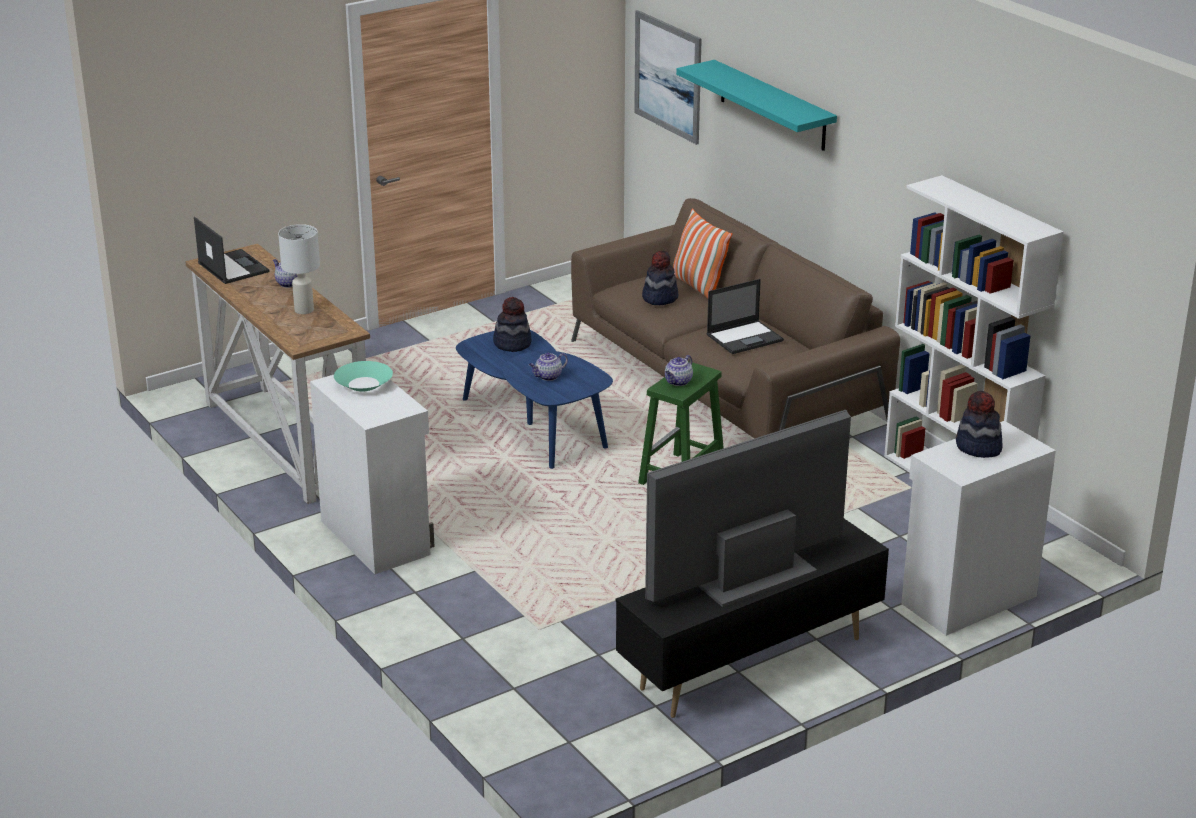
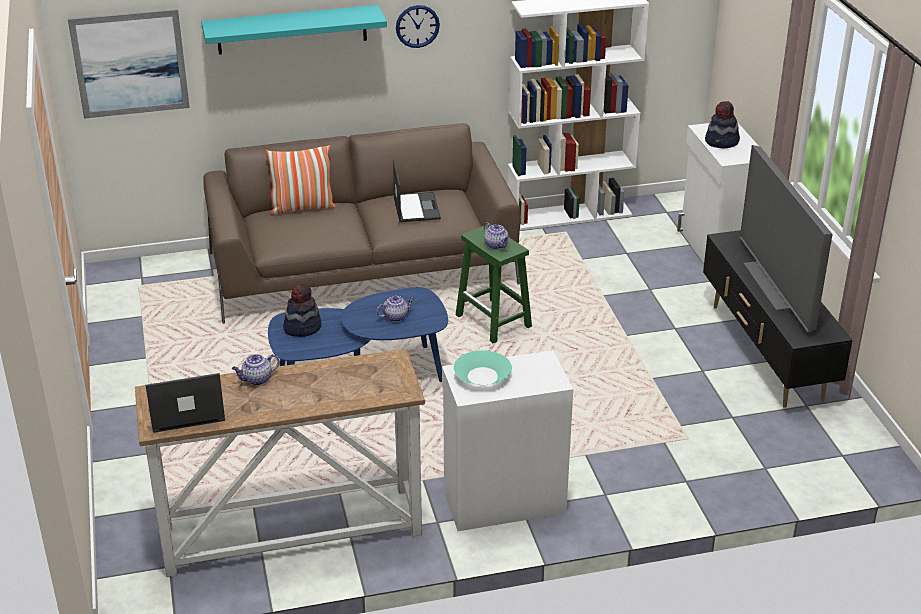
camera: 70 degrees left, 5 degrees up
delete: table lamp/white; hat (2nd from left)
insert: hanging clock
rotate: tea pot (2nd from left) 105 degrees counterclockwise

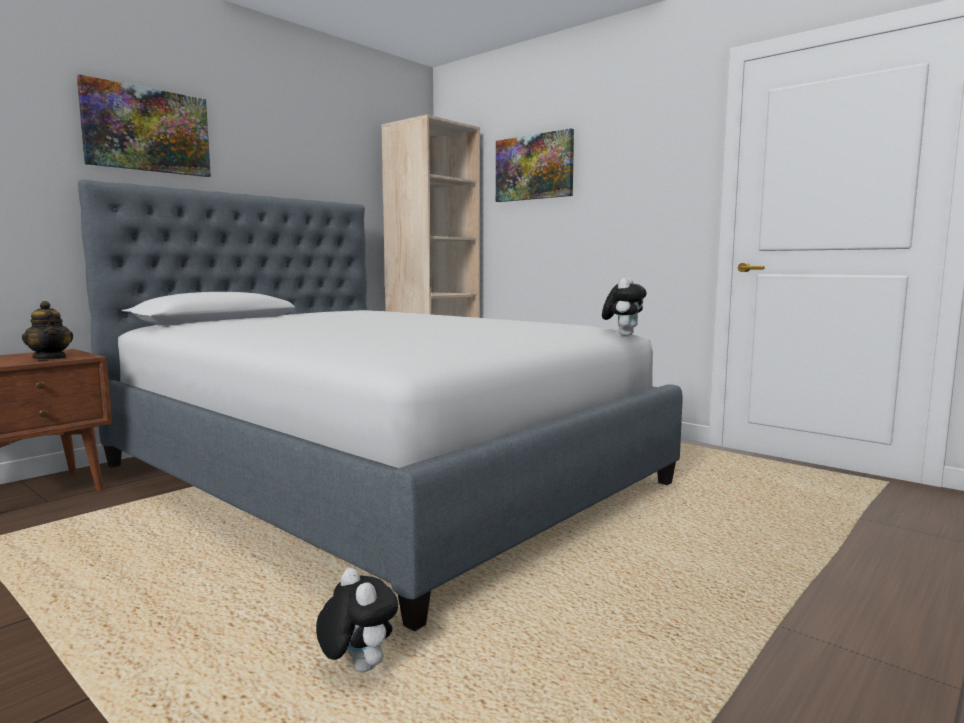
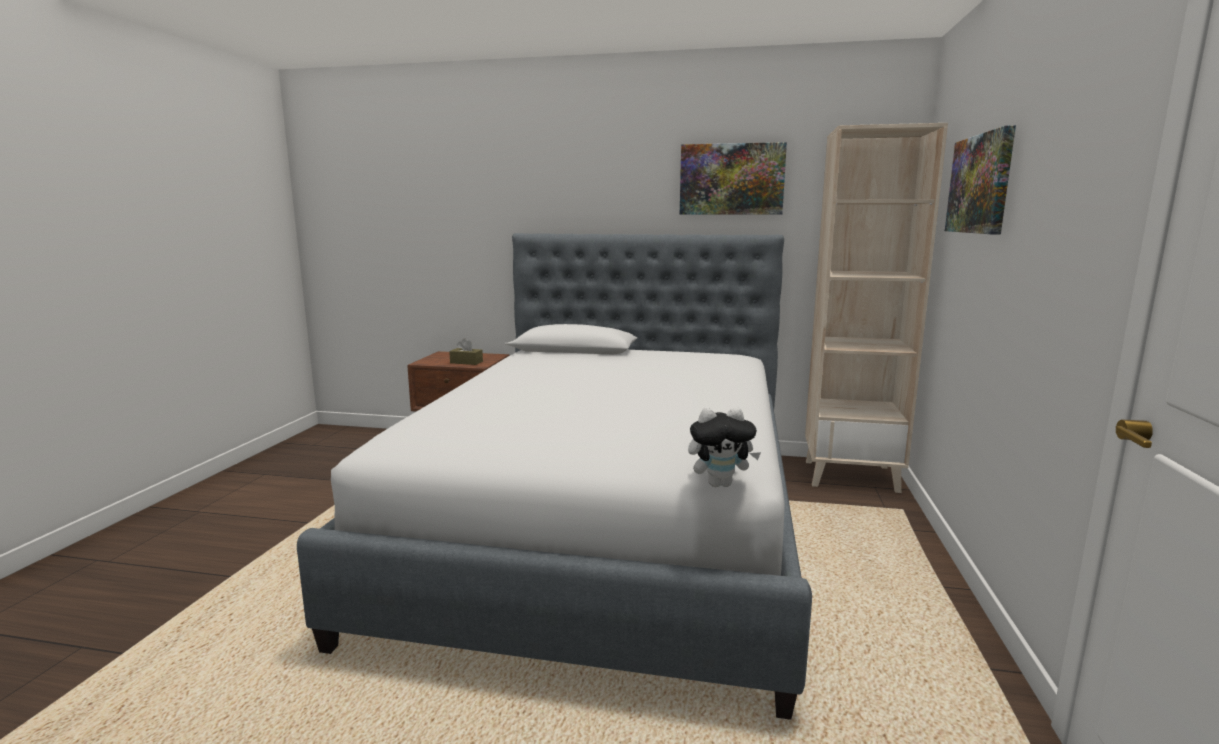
camera: 60 degrees right, 5 degrees up
delete: cuddly toy (1st from left)
move: picture (1st from left)
replace: tea pot to box of tissues/brown-coloured

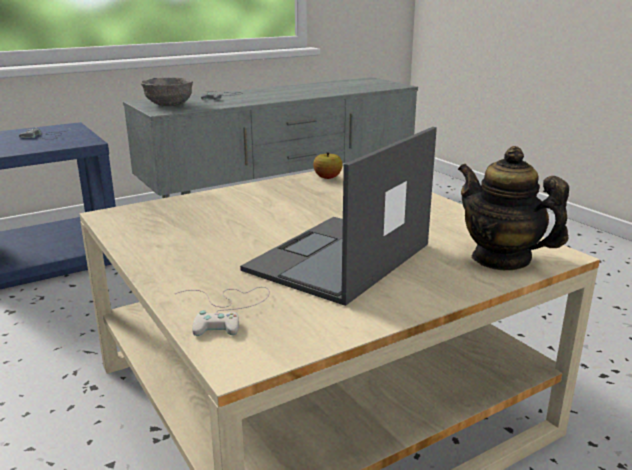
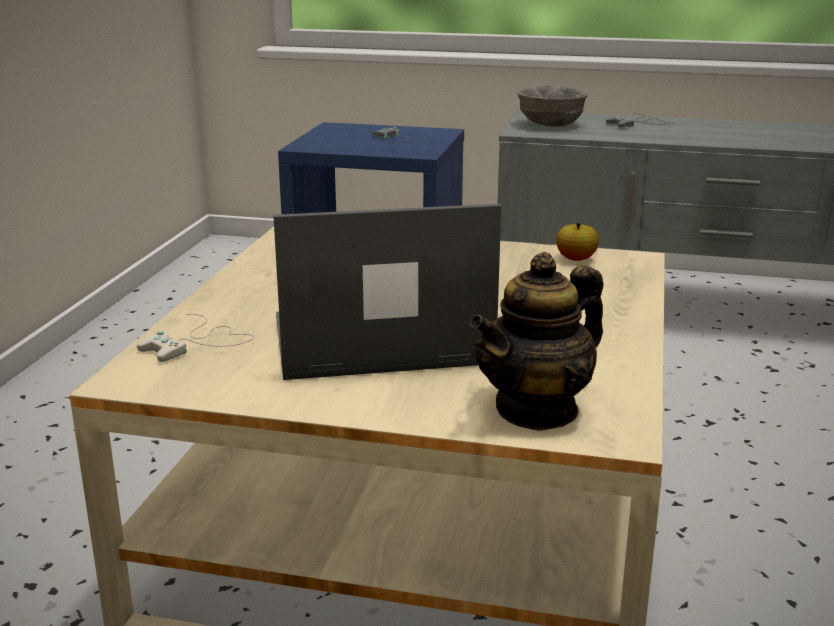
camera: 45 degrees right, 0 degrees up
rotate: tea pot 135 degrees counterclockwise

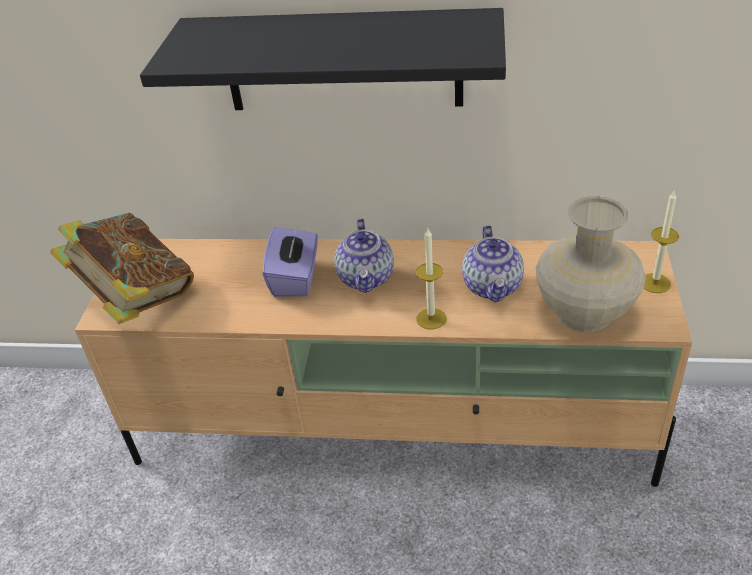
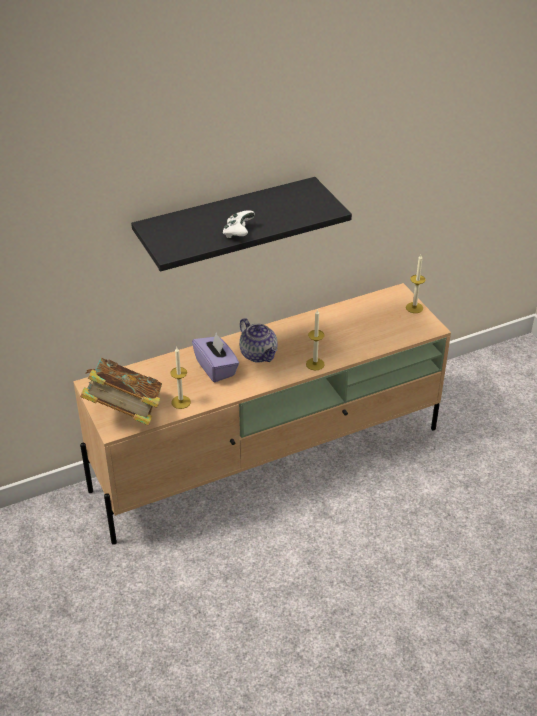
camera: 35 degrees left, 0 degrees up
delete: tea pot (2nd from left); flower vase/sand-coloured
insert: wax light (1st from left); game controller/white

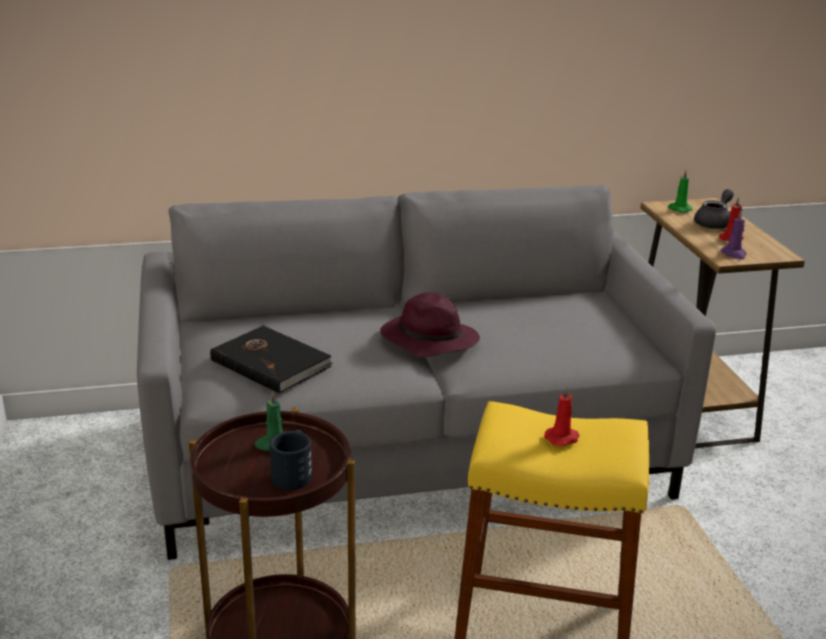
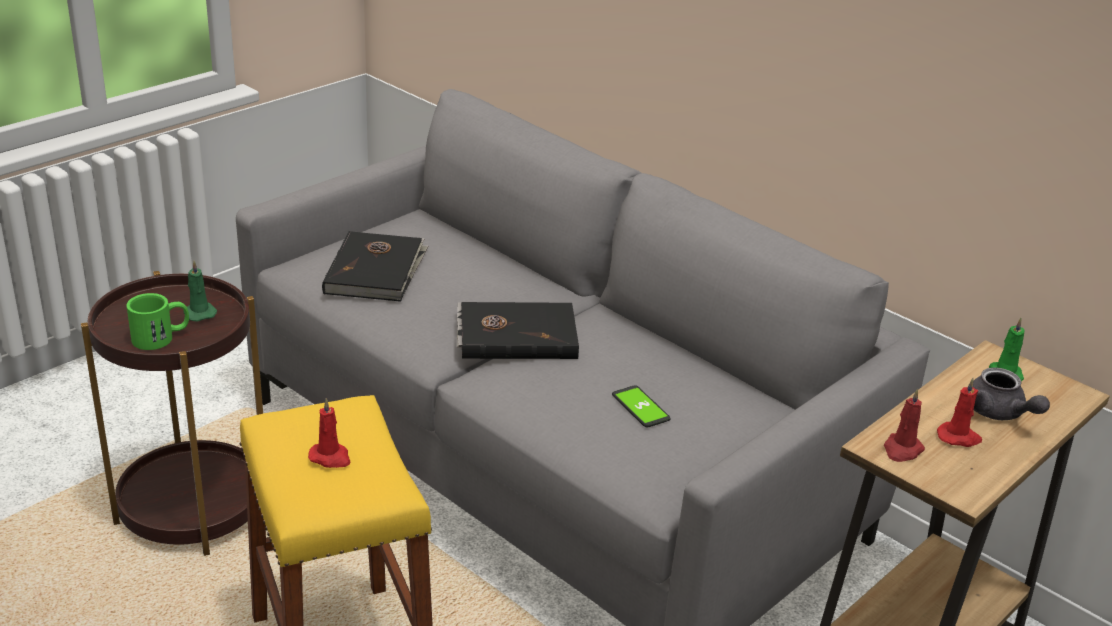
camera: 55 degrees right, 5 degrees up
insert: handset
replace: hat/purplish to bound book/black (2nd from left)
recolor: mug/black to mug/green; wax light/purplish to wax light/red (2nd from left)
rotate: tea pot/grey 60 degrees clockwise

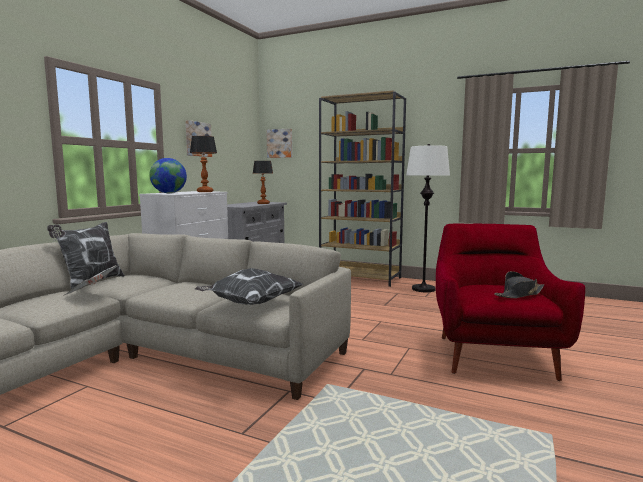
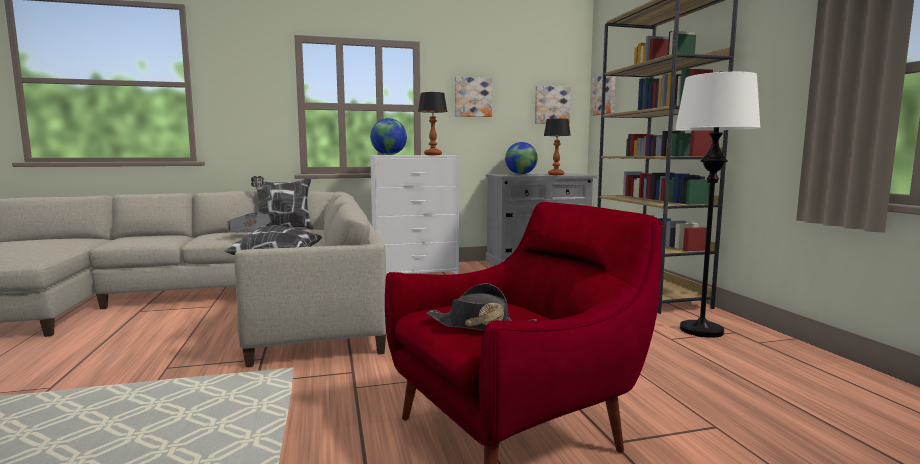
camera: 50 degrees right, 0 degrees up
insert: globe (2nd from left); picture (2nd from left)

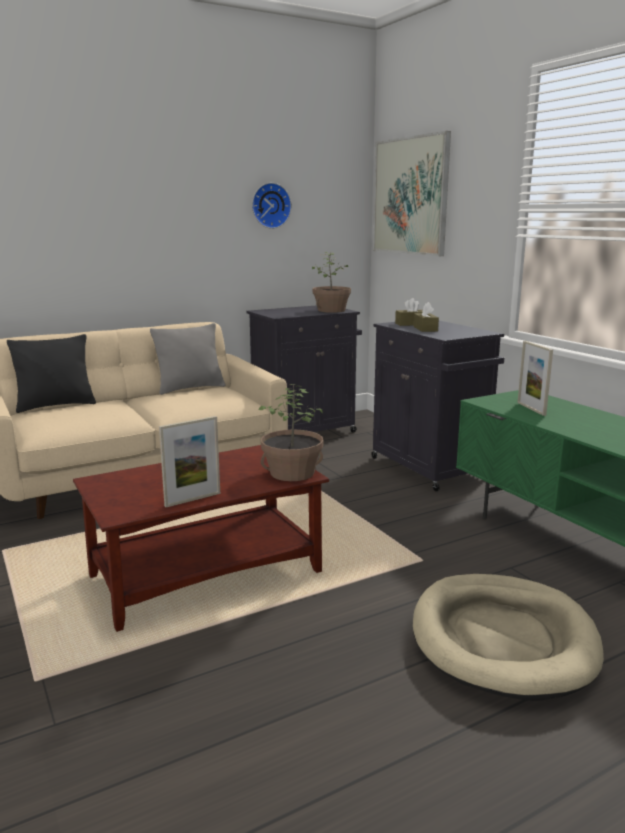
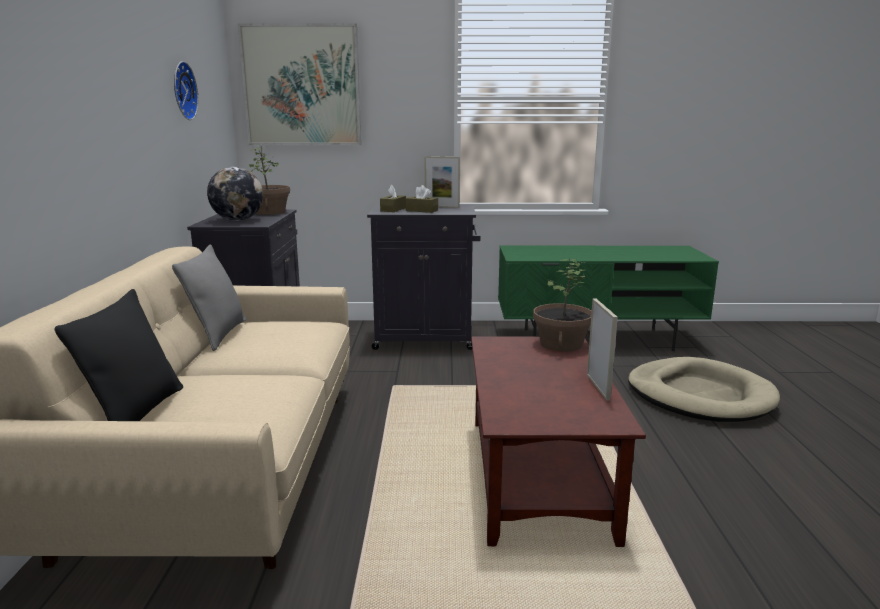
camera: 60 degrees left, 0 degrees up
insert: globe
move: picture frame (2nd from left in the first image) to picture frame (1st from left)

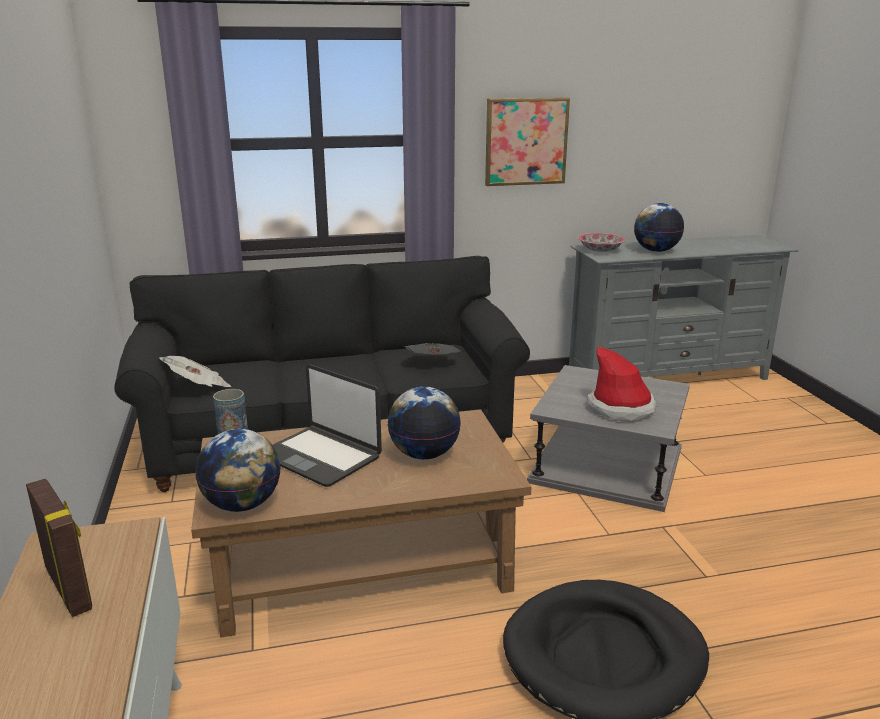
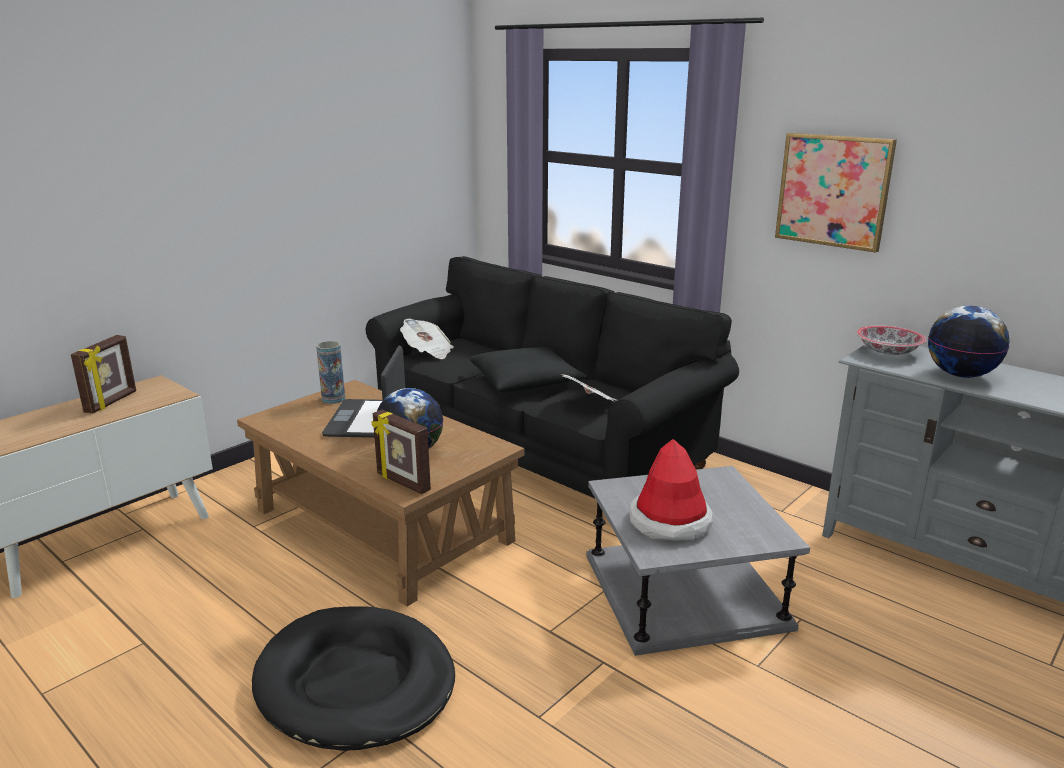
camera: 55 degrees right, 0 degrees up
delete: globe (1st from left)
insert: picture frame (2nd from left); cushion/black

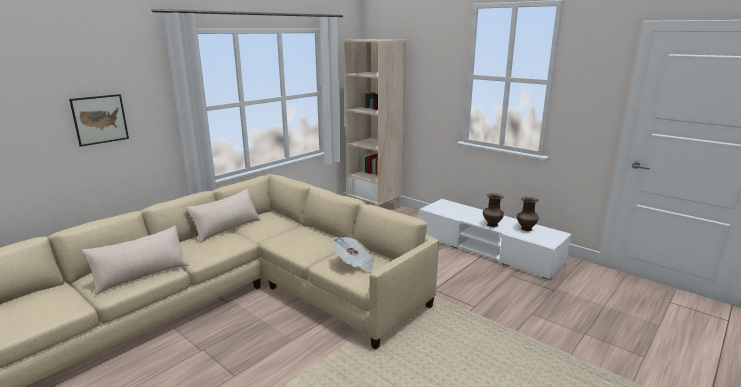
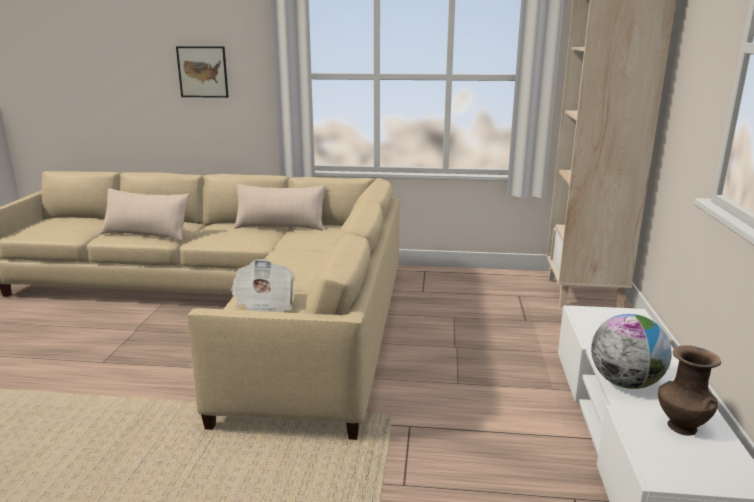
camera: 55 degrees right, 0 degrees up
replace: flower vase/brown-coloured (1st from left) to globe

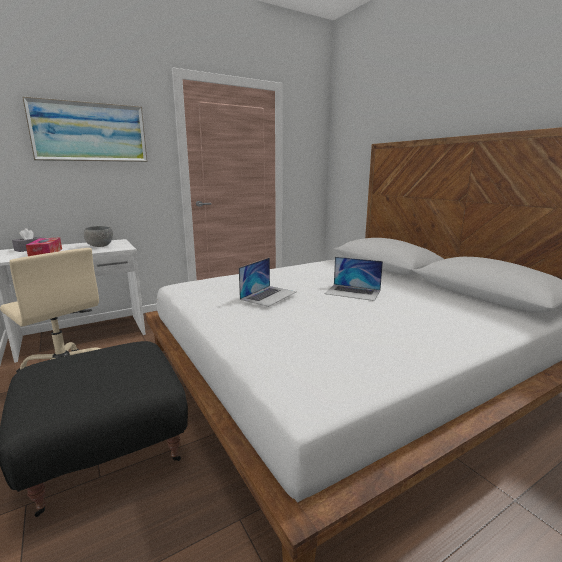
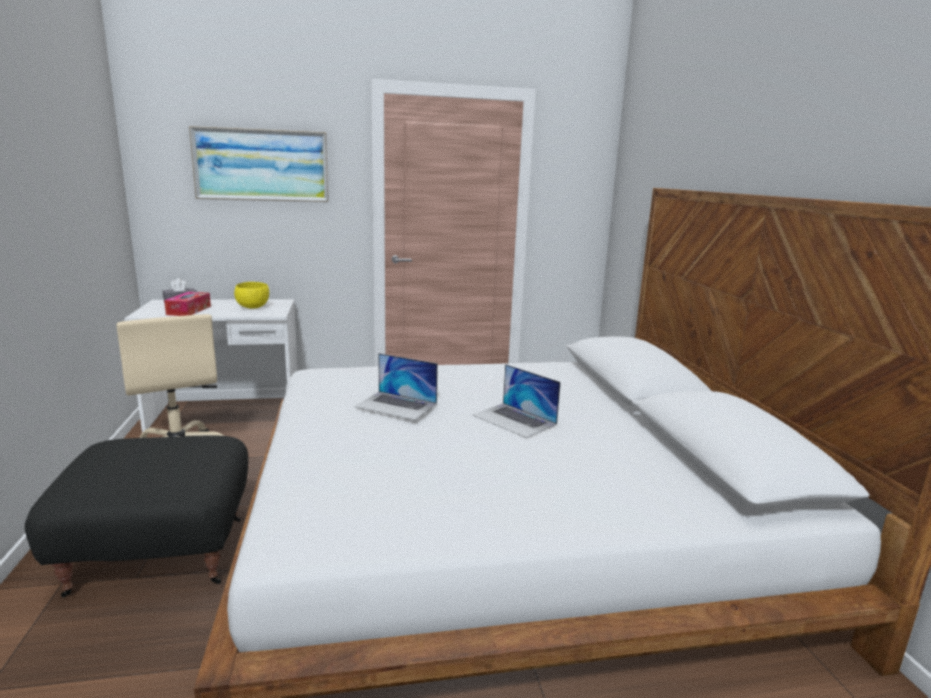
camera: 20 degrees right, 0 degrees up
recolor: serving bowl/grey to serving bowl/yellowish
rotate: laptop (1st from left) 60 degrees clockwise

